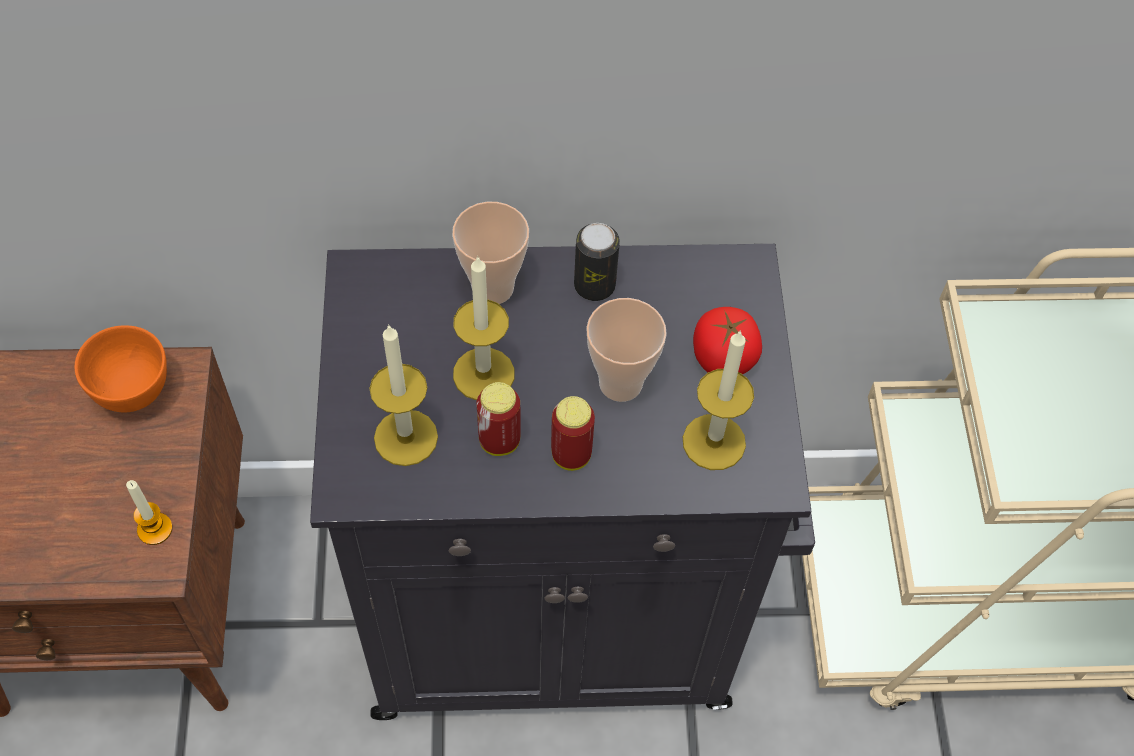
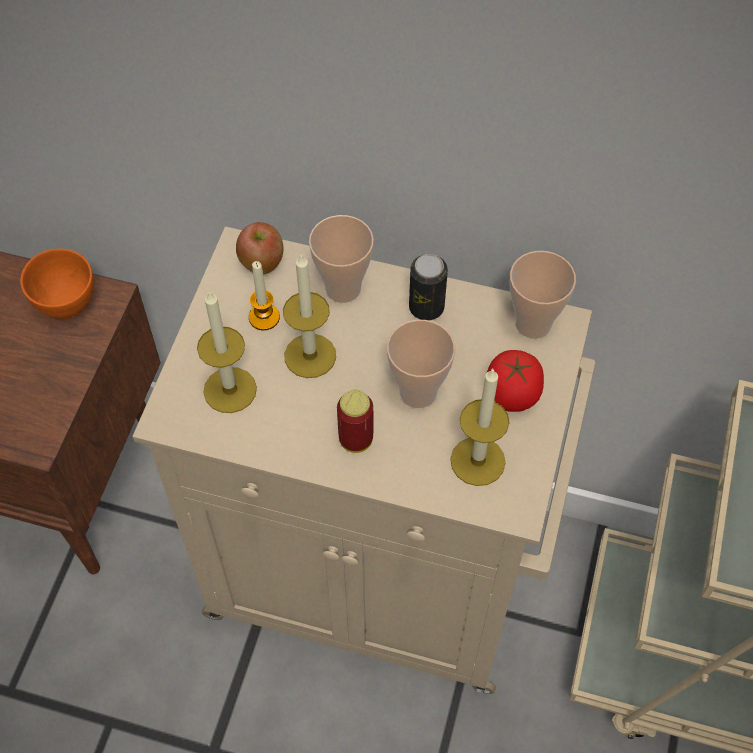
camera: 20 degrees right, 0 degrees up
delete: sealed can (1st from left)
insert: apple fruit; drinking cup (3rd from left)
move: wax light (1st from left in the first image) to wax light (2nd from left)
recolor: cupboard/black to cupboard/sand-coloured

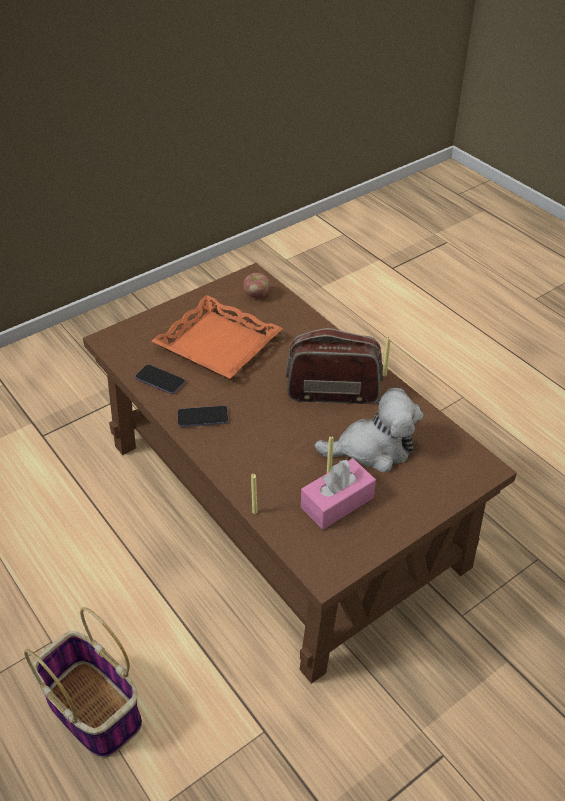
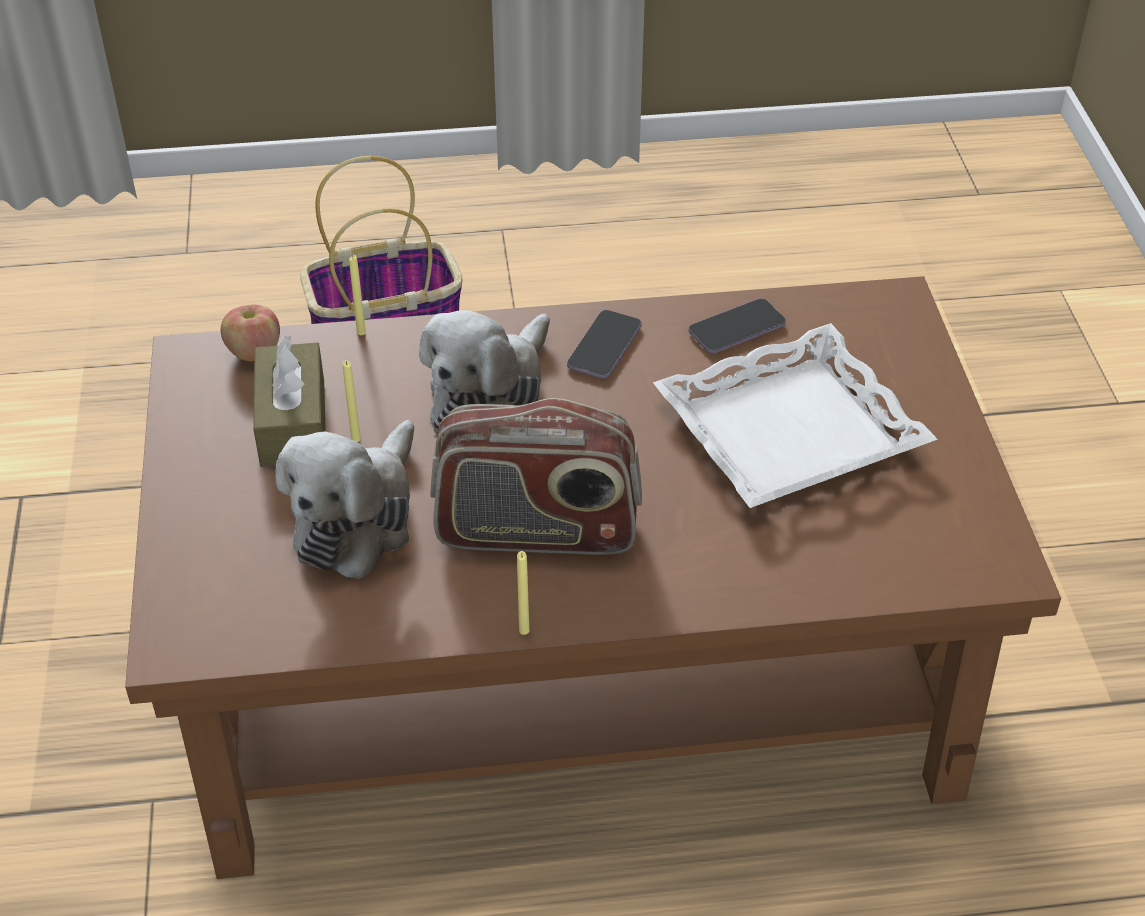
camera: 120 degrees right, 0 degrees up
insert: cuddly toy (2nd from left)
move: apple fruit
recolor: box of tissues/pink-coloured to box of tissues/brown-coloured; carrying tray/orangey to carrying tray/white
rotate: radio receiver 60 degrees clockwise

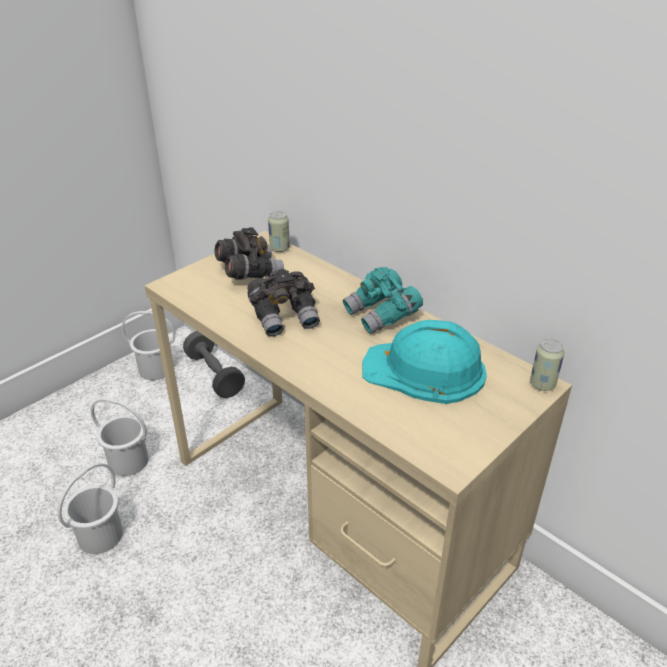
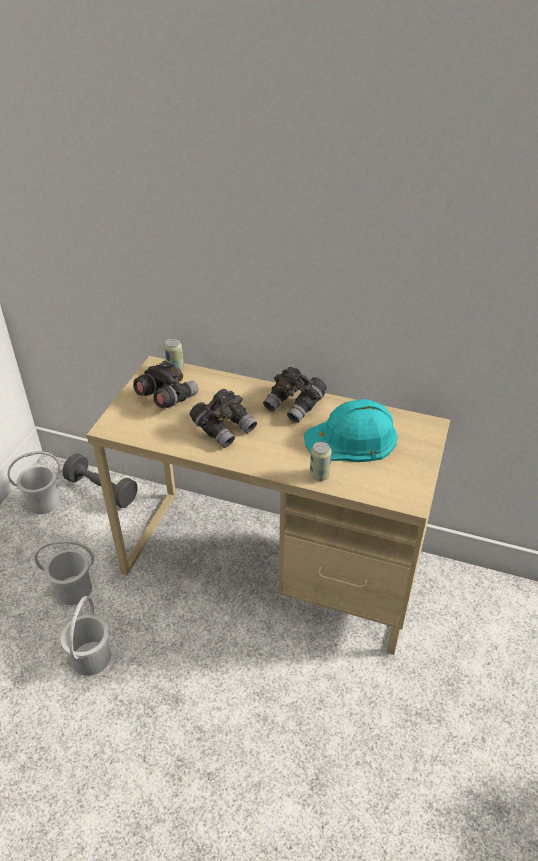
camera: 25 degrees left, 5 degrees up
move: sealed can (2nd from left)
recolor: pair of binoculars/blue-green to pair of binoculars/grey (3rd from left)

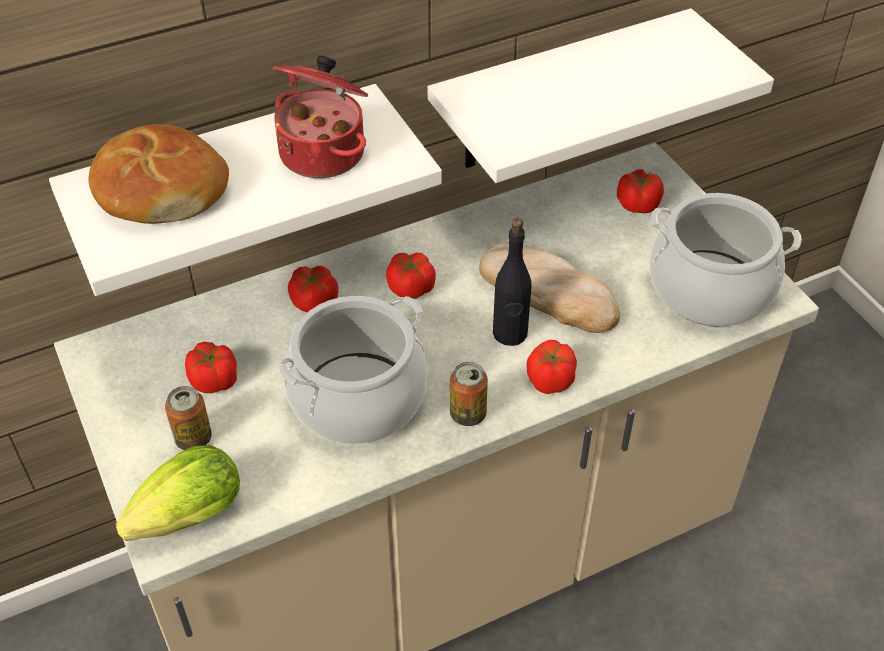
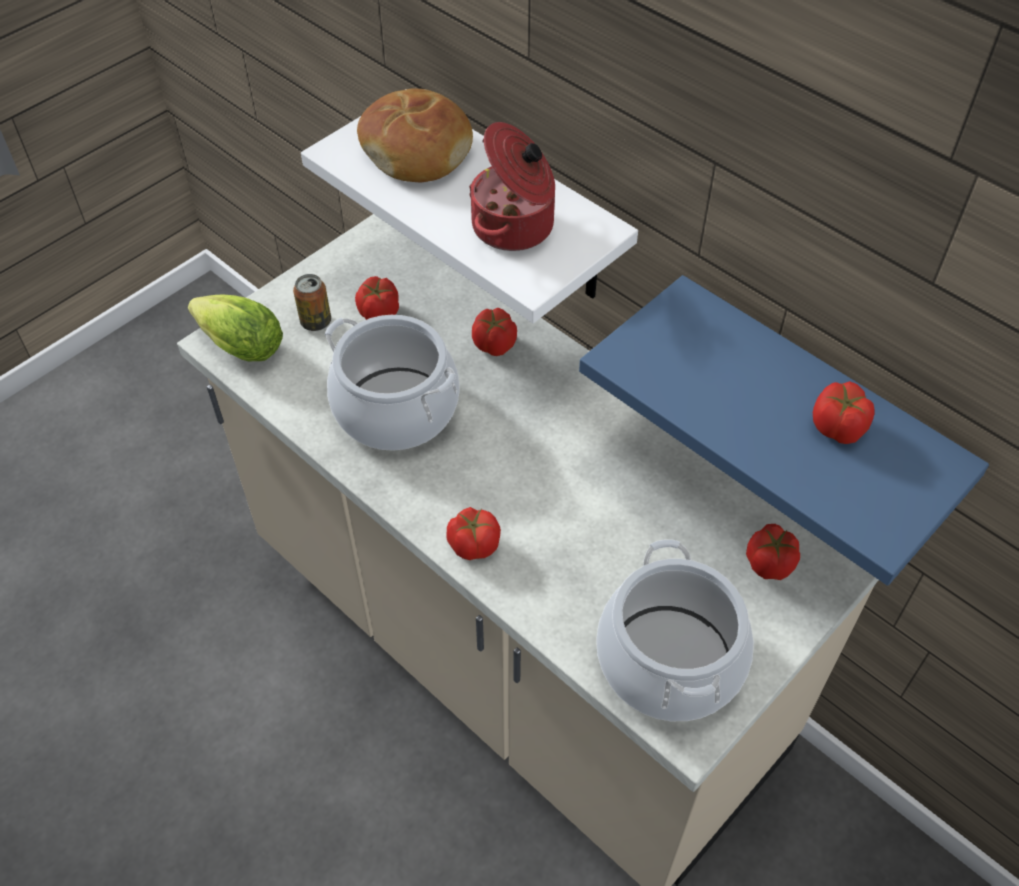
camera: 70 degrees right, 5 degrees up
delete: sealed can (2nd from left); baked bread (2nd from left); drink bottle/black
move: tomato (3rd from left in the first image) to tomato (5th from left)
recolor: shelf/white (2nd from left) to shelf/blue

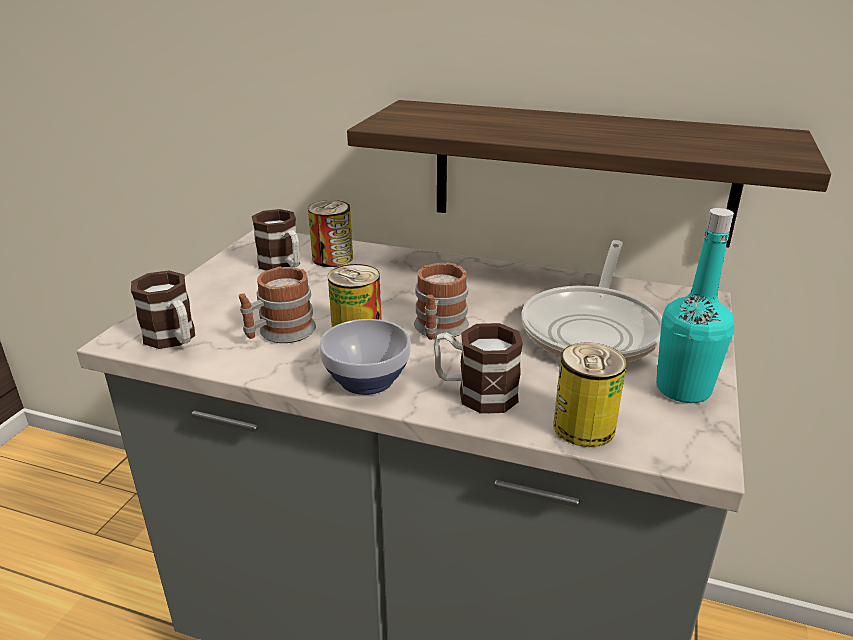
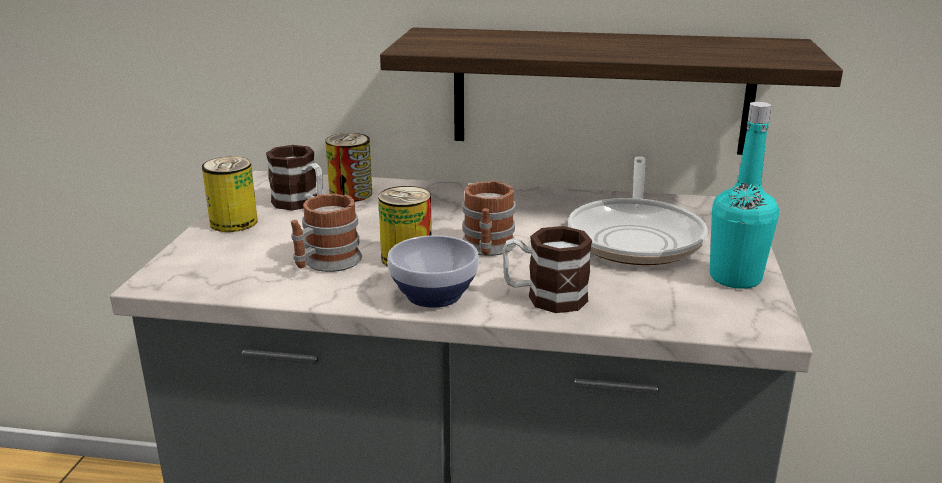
camera: 10 degrees left, 5 degrees down
delete: mug (1st from left)
move: sealed can (3rd from left in the first image) to sealed can (1st from left)

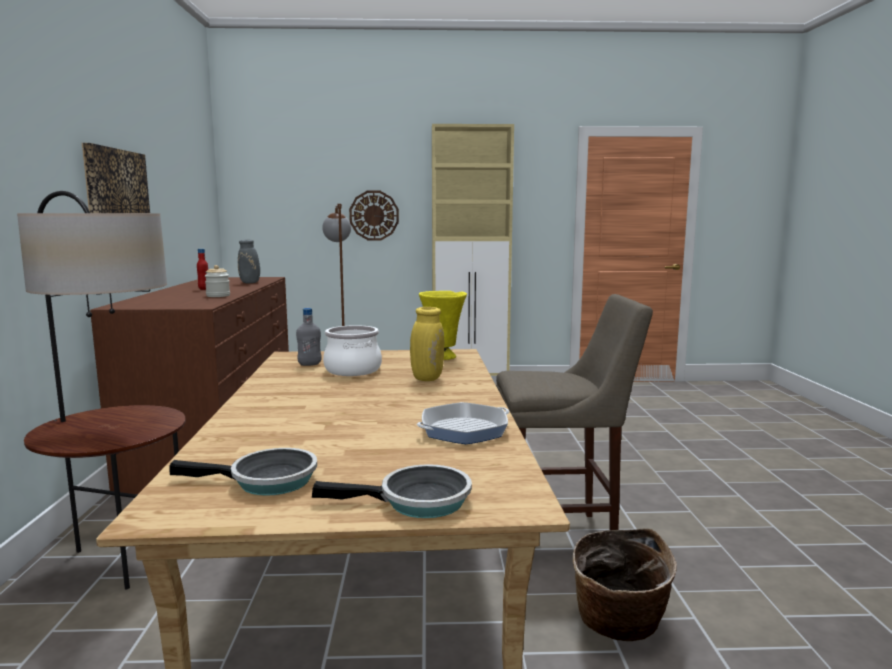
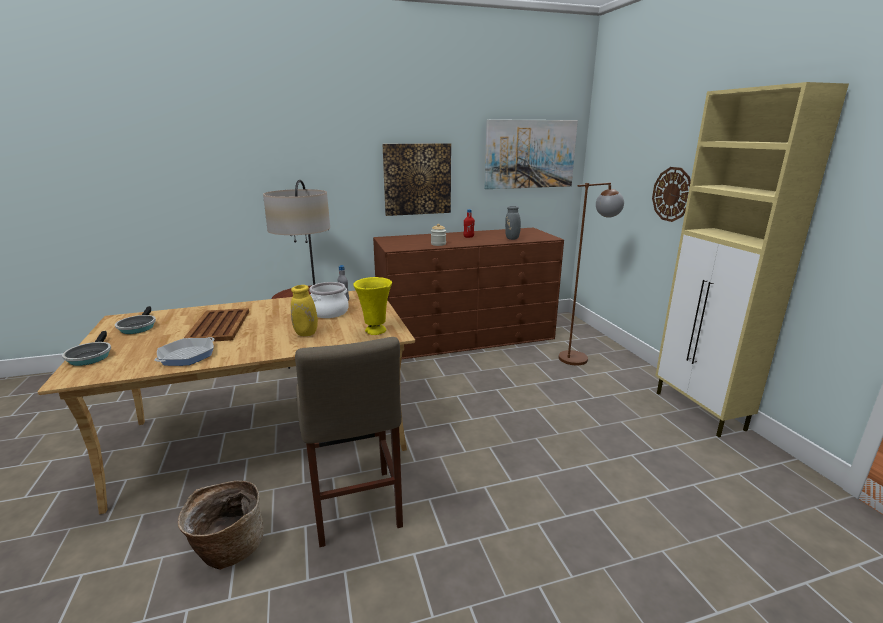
camera: 75 degrees right, 10 degrees up
insert: carrying tray/brown-coloured; picture (2nd from left)
rotate: frying pan (3rd from left) 105 degrees counterclockwise

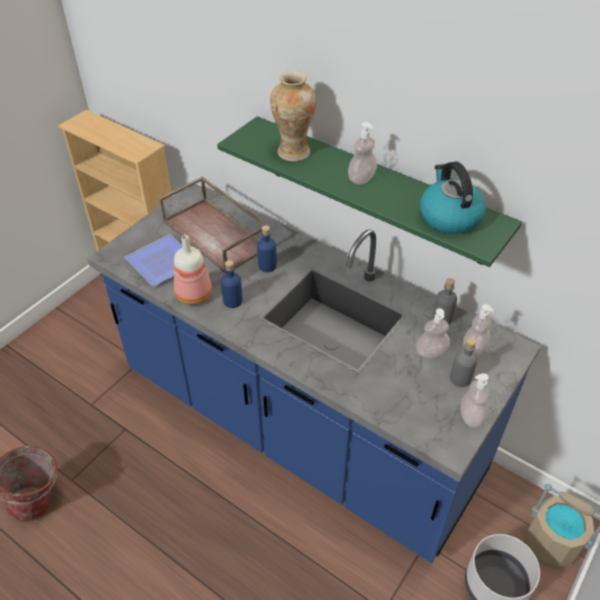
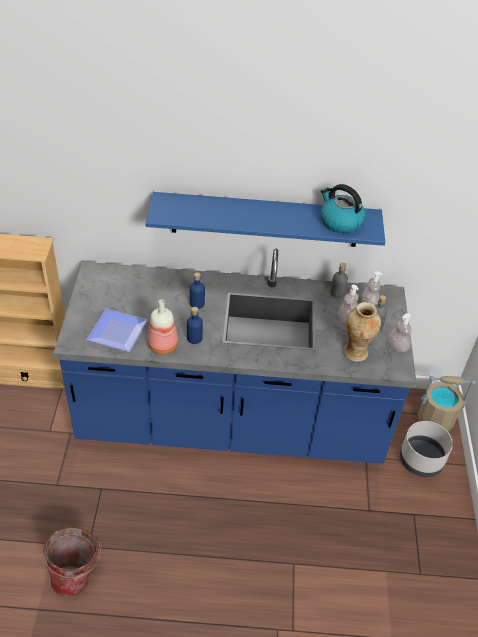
camera: 35 degrees left, 0 degrees up
delete: carrying tray/brown-coloured; soap dispenser (1st from left)
move: flower vase
recolor: shelf/green to shelf/blue

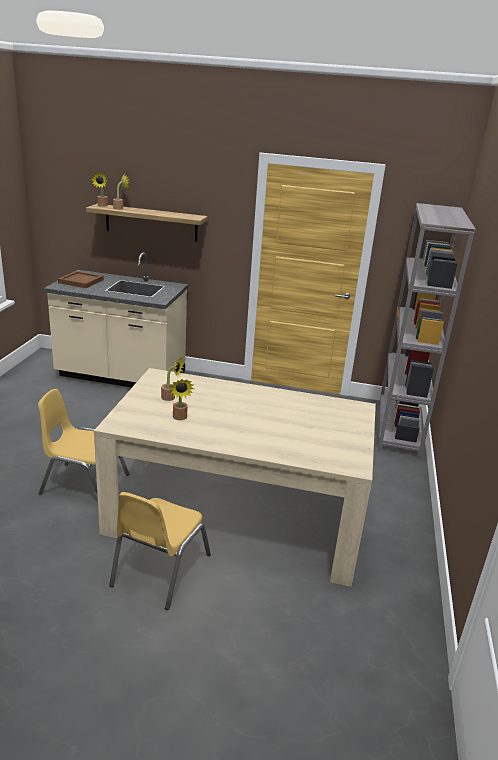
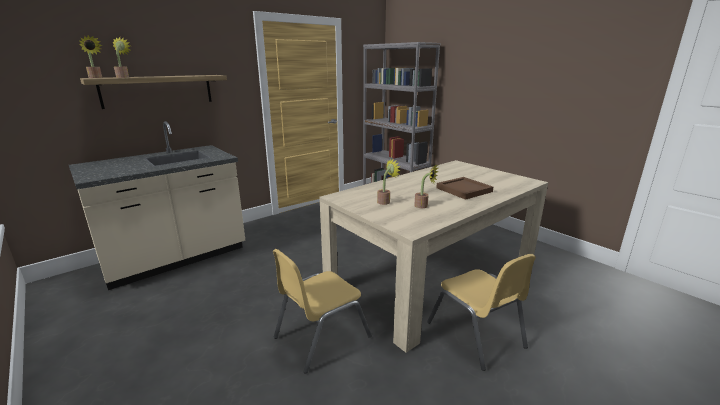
camera: 50 degrees left, 5 degrees down
move: carrying tray/brown-coloured

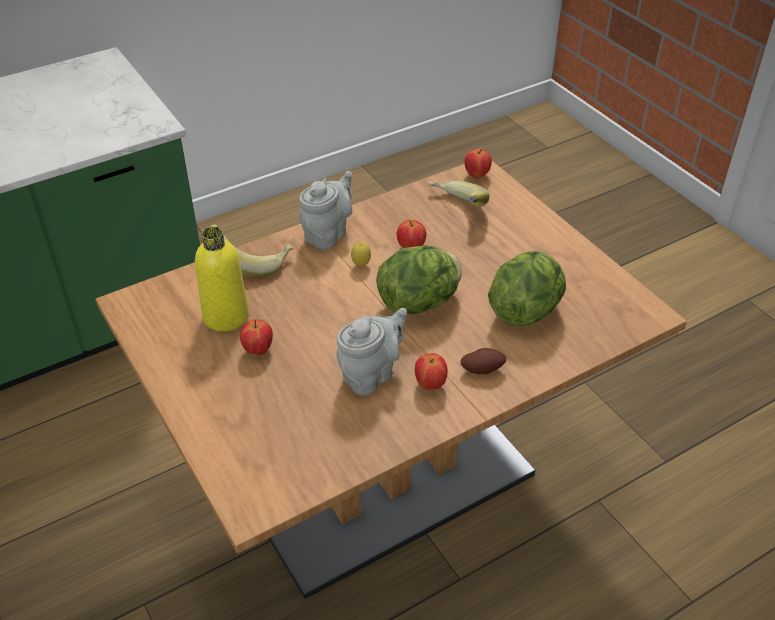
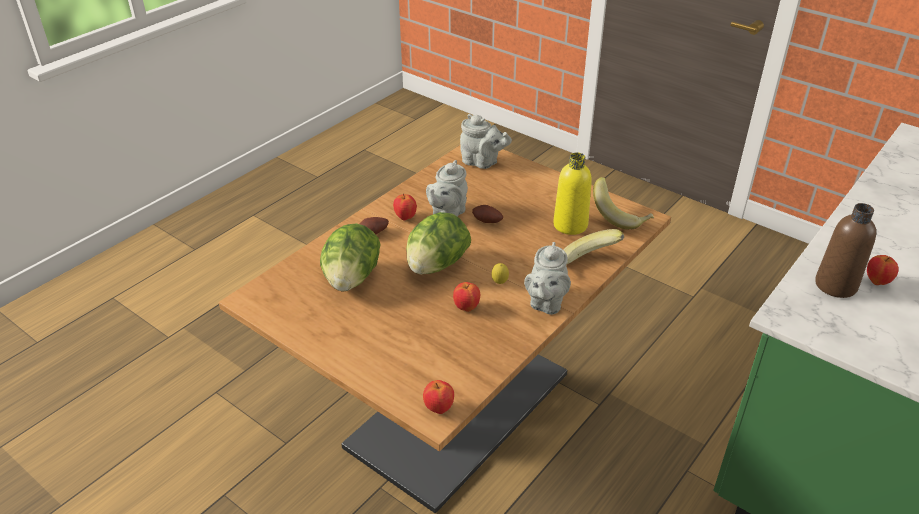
camera: 160 degrees right, 5 degrees down
insert: tea pot/grey (2nd from left); spud (2nd from left); drink bottle/brown-coloured
move: whole banana (2nd from left); apple fruit (1st from left in the first image) to apple fruit (4th from left)

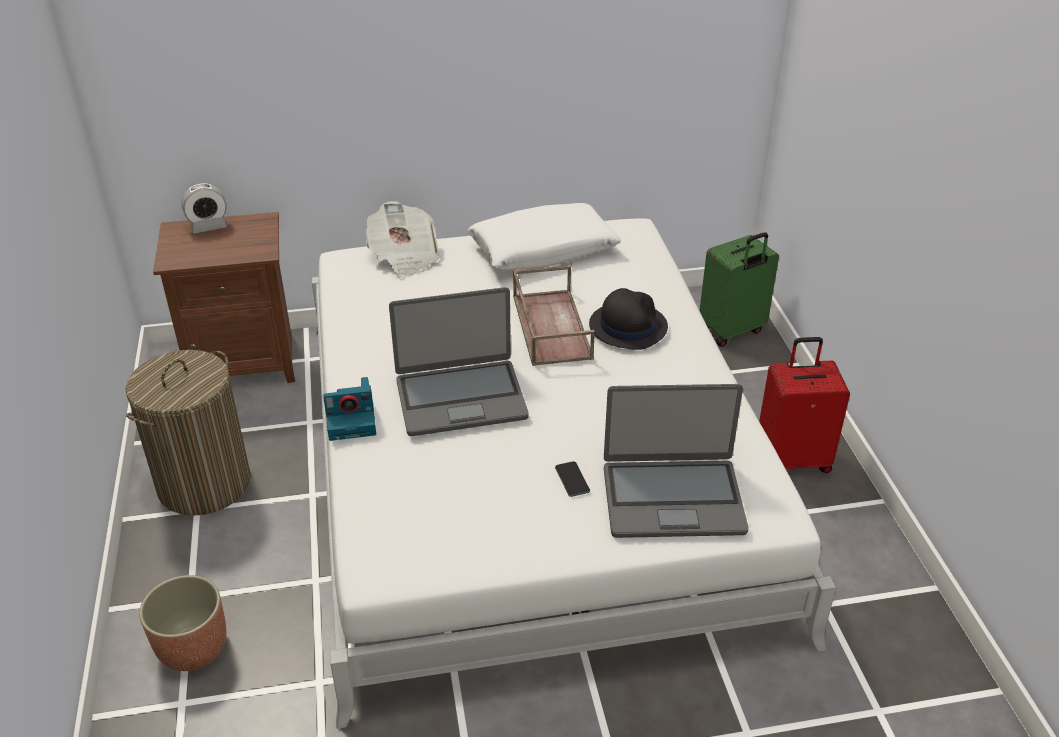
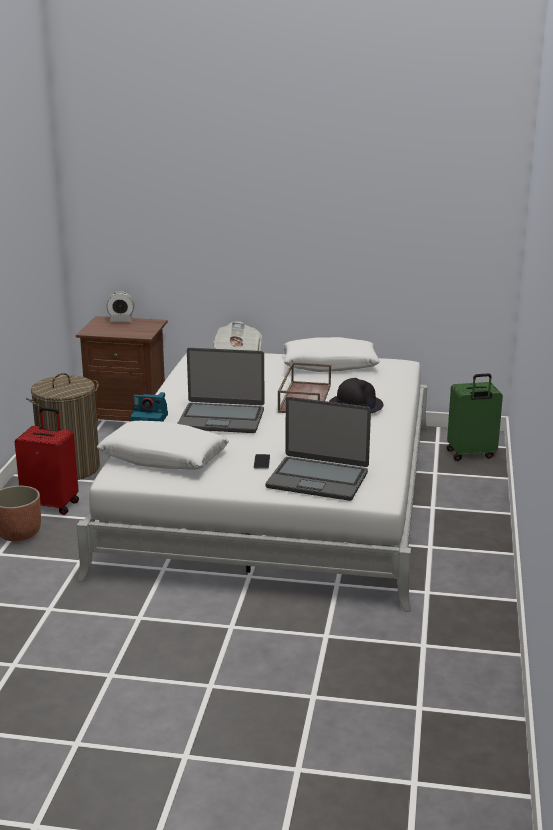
camera: 20 degrees right, 15 degrees down
insert: cushion/white (1st from left)
move: travel case/red

